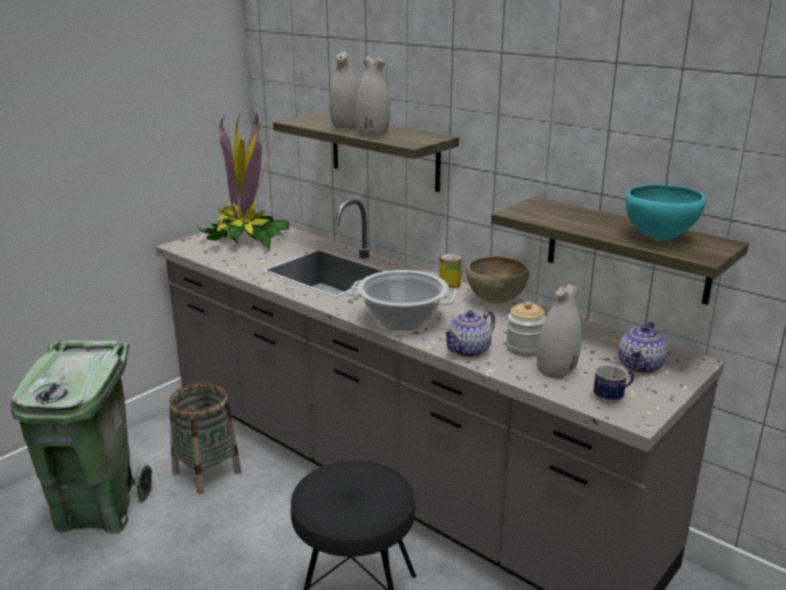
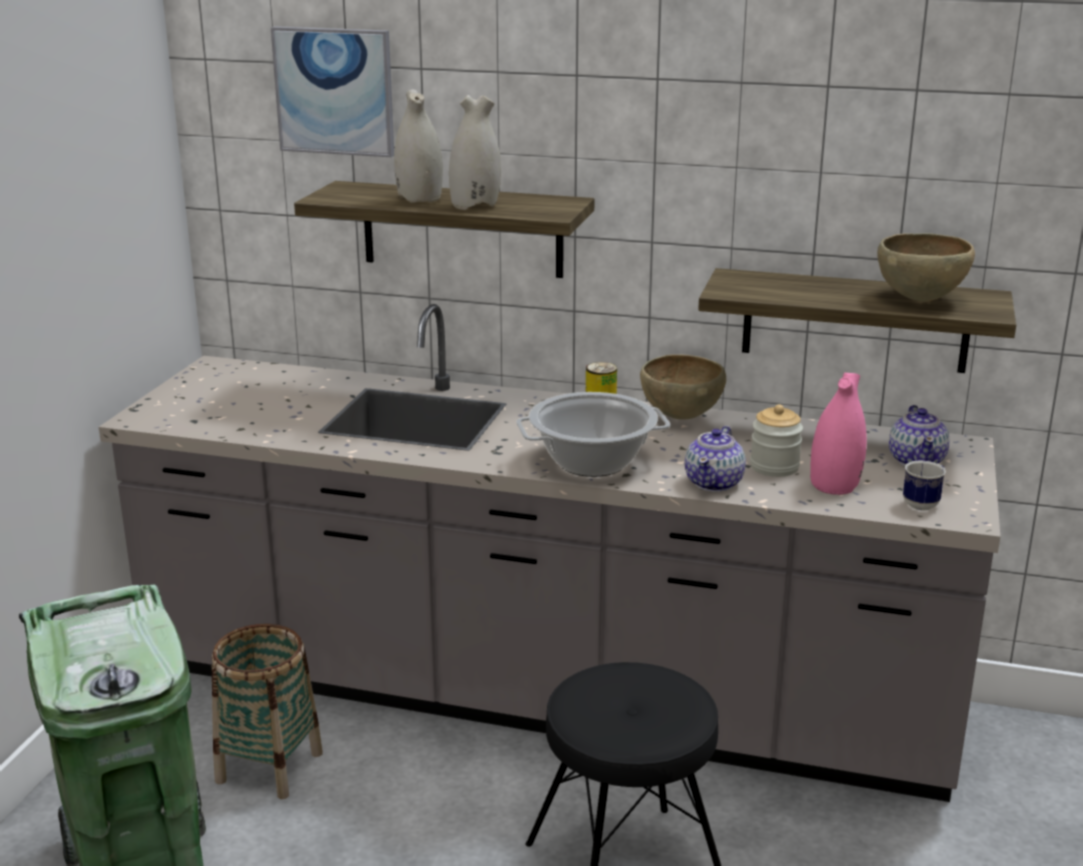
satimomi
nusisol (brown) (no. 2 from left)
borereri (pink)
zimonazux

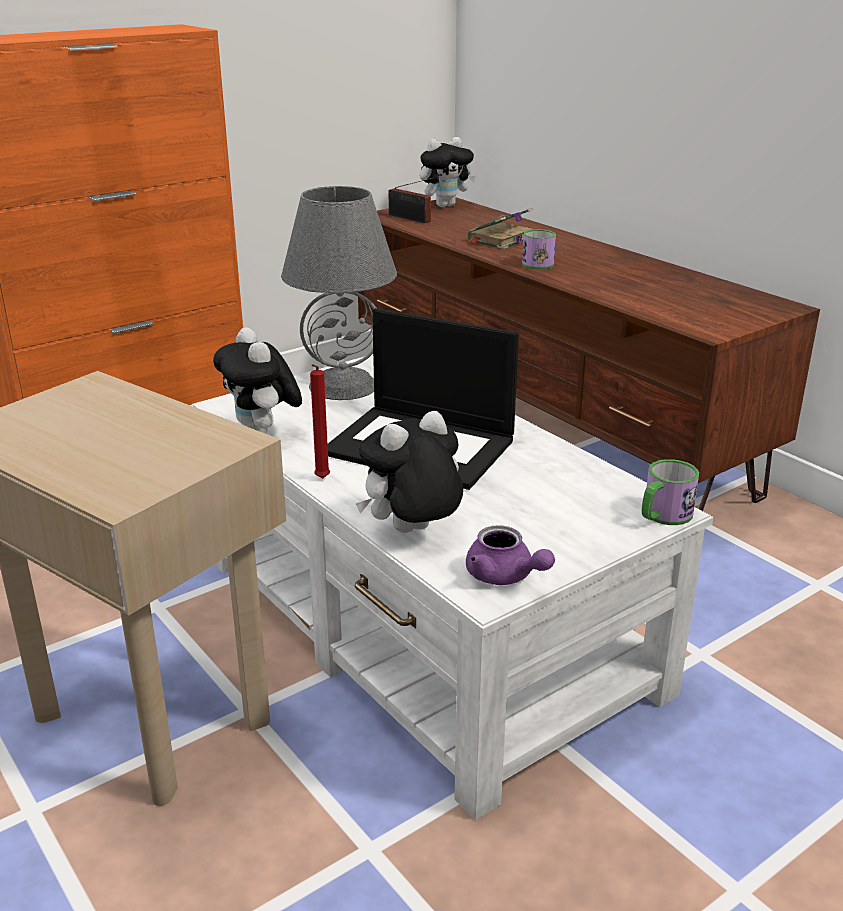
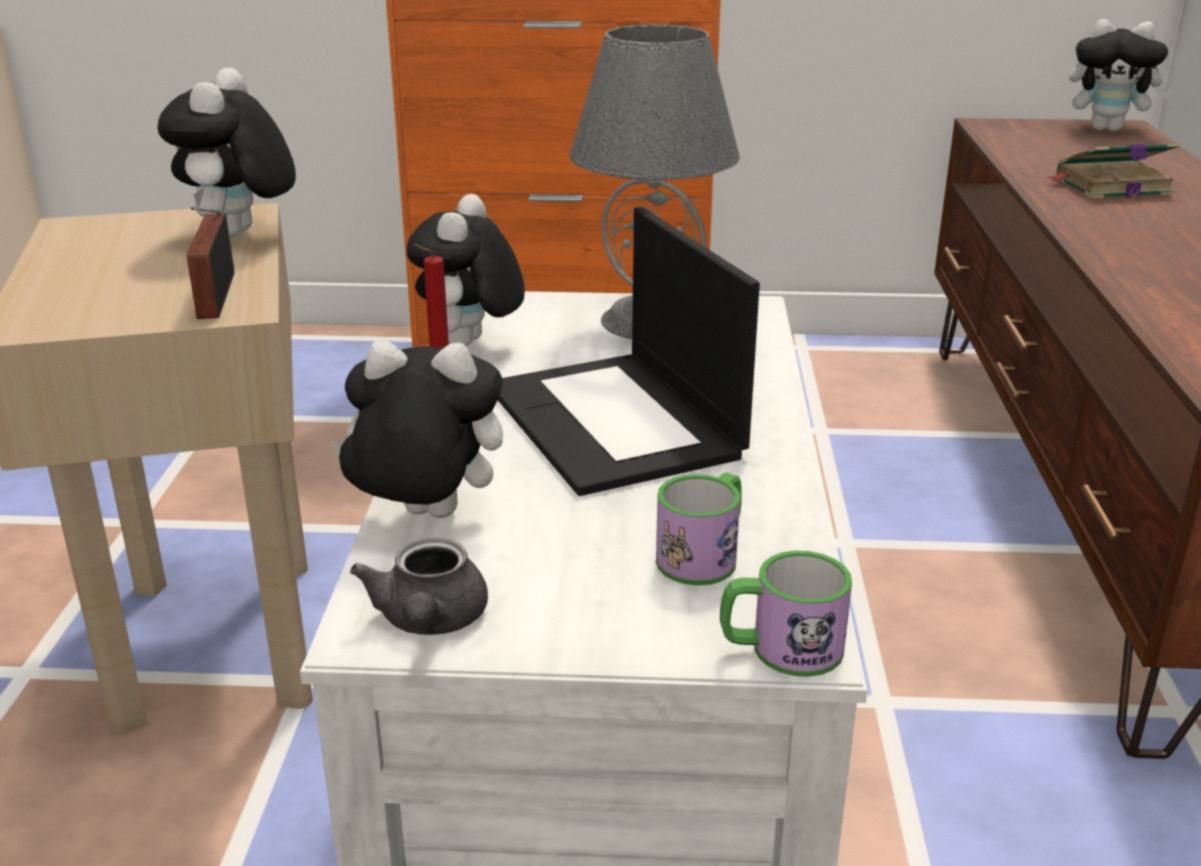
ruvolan
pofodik (no. 1 from left)
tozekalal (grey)
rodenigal (no. 1 from left)

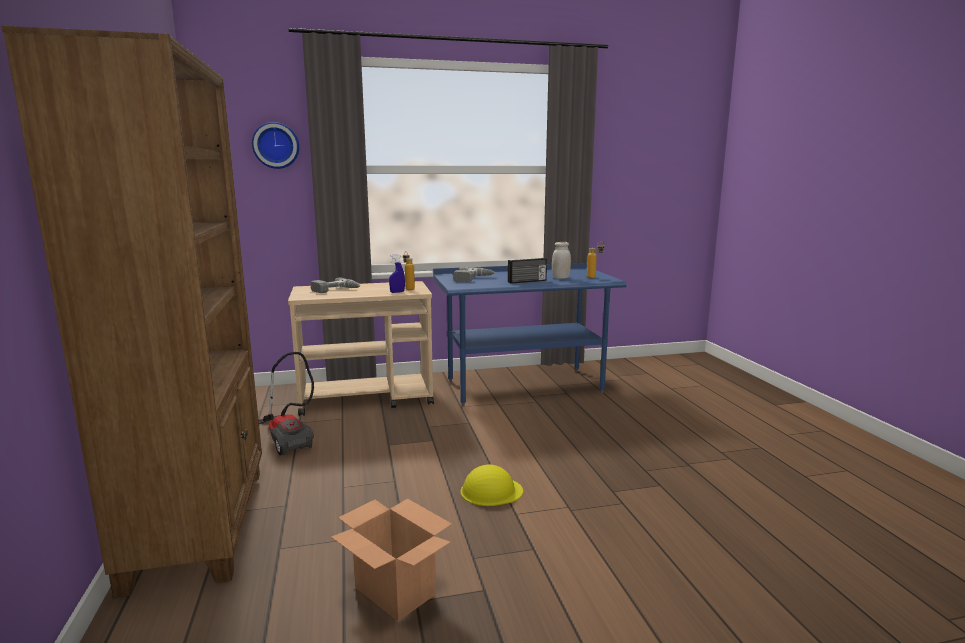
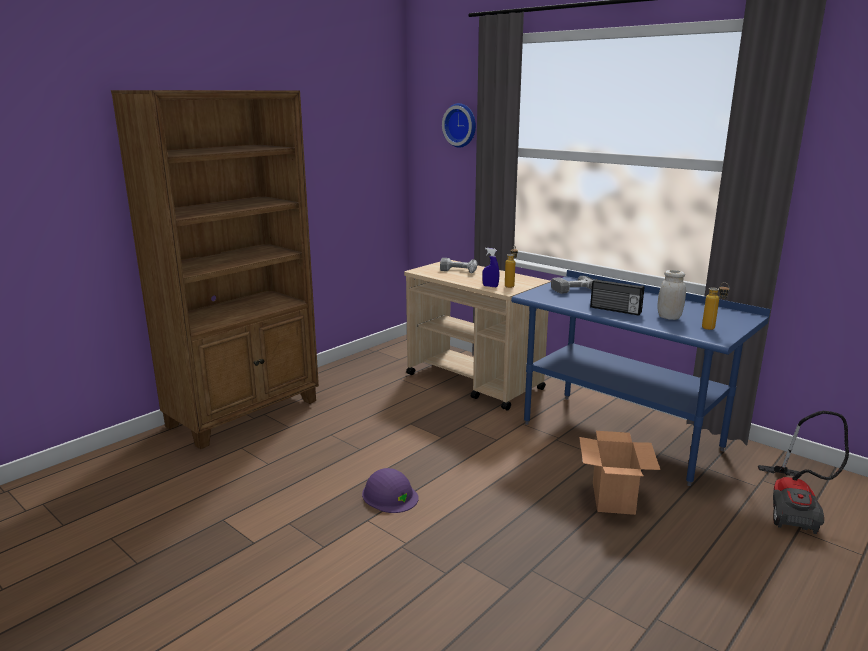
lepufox
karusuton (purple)
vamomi

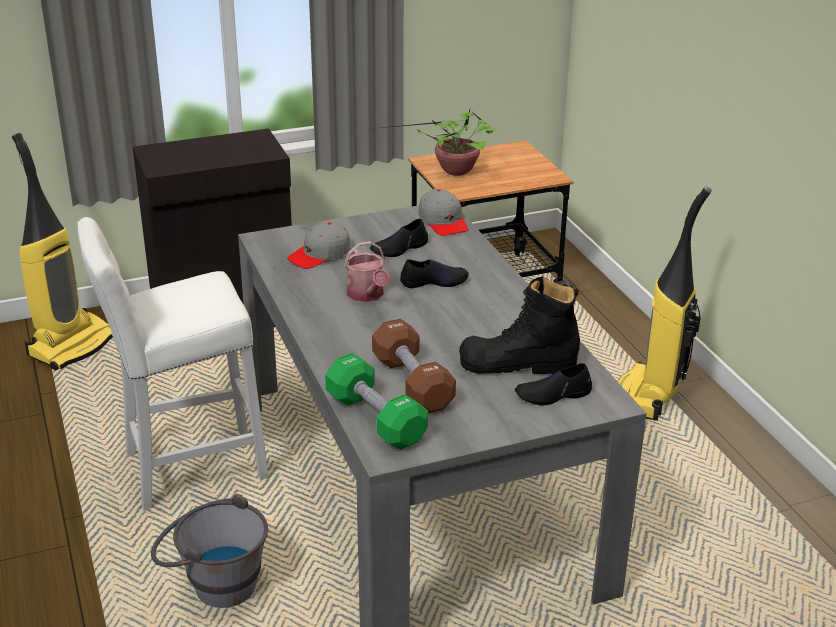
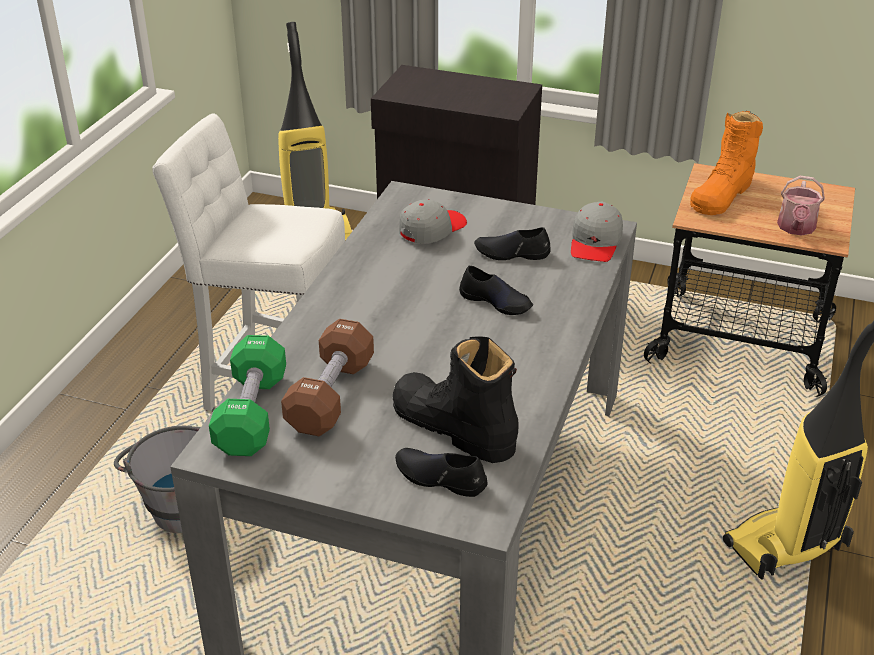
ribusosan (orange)
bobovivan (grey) (no. 1 from left)
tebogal

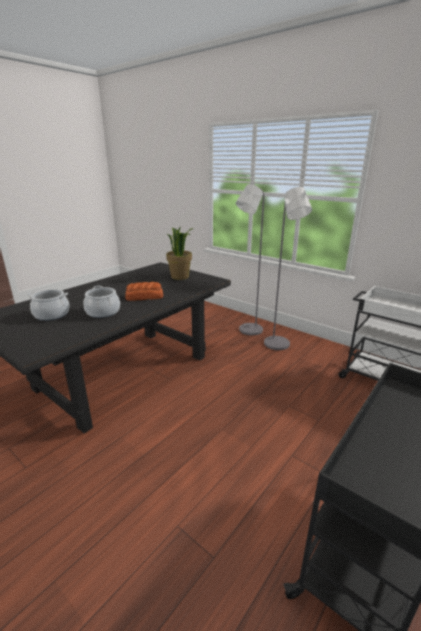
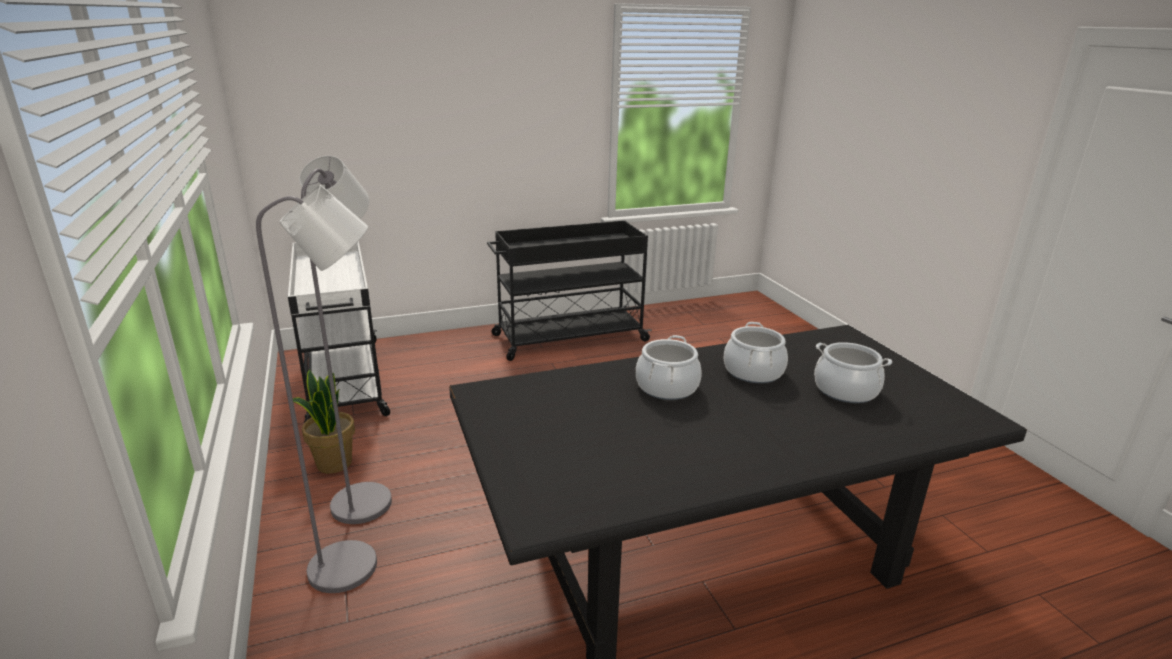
satimomi
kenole (no. 1 from left)

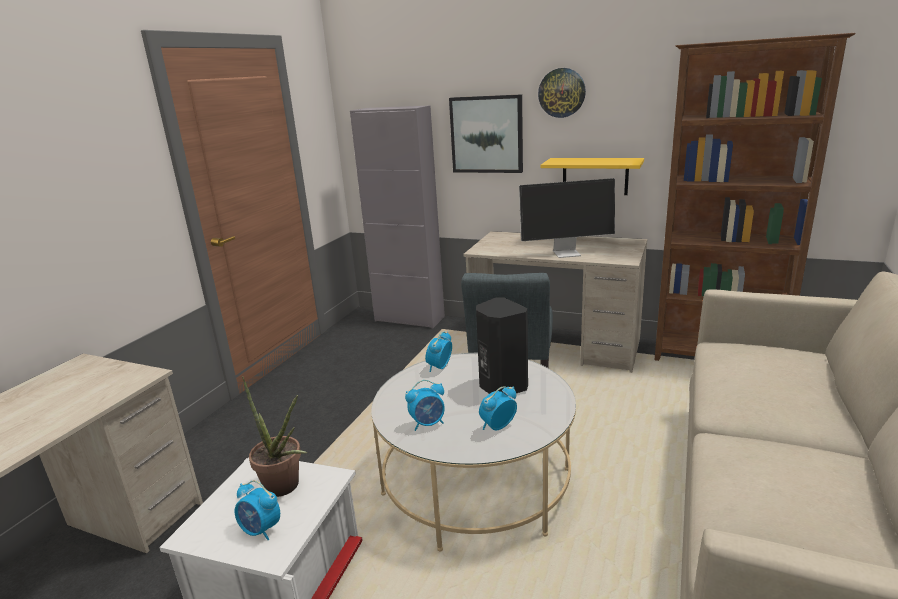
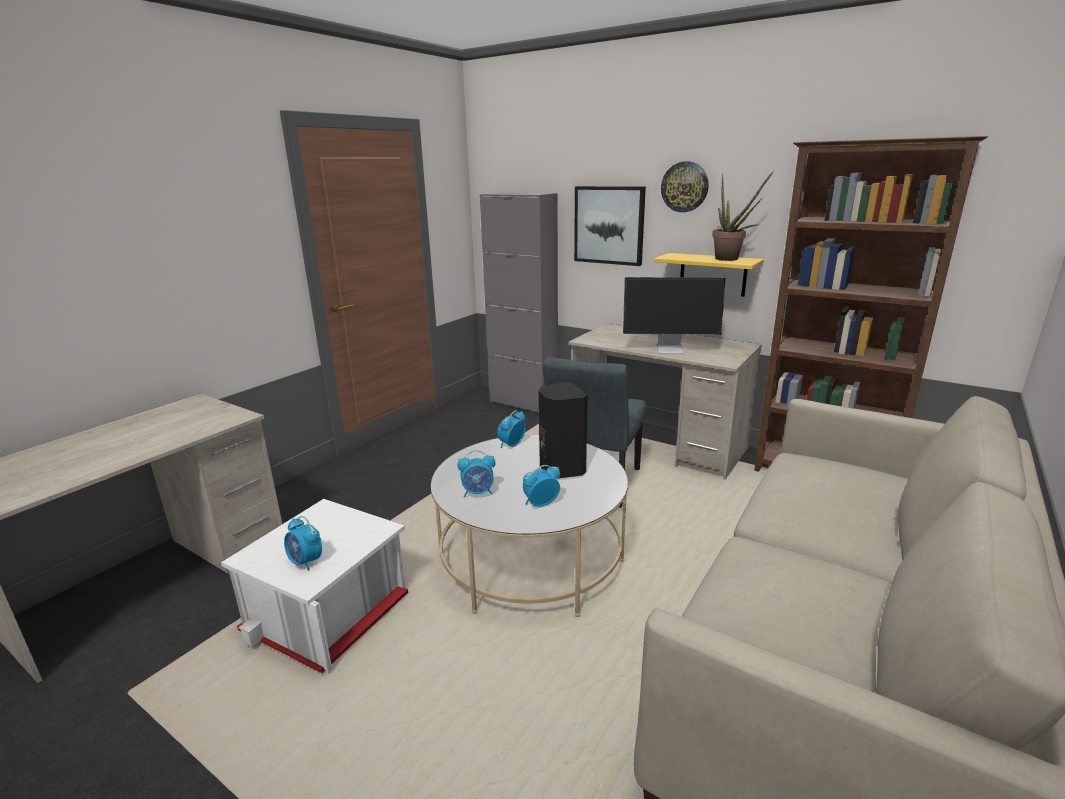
satimomi

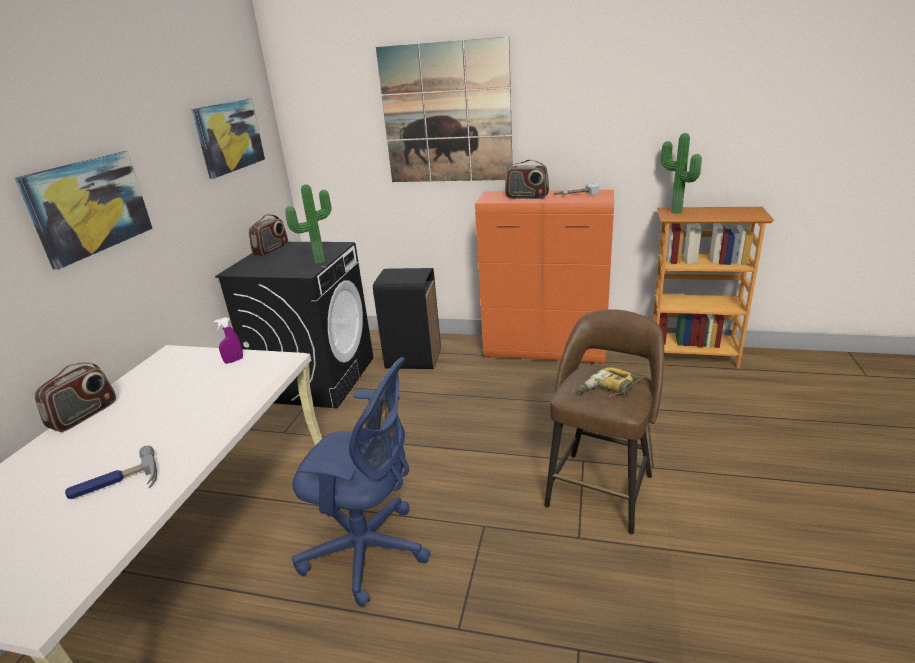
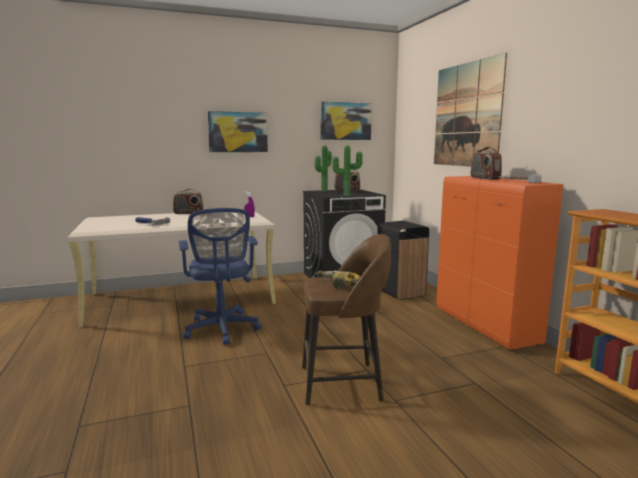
satimomi (no. 1 from left)

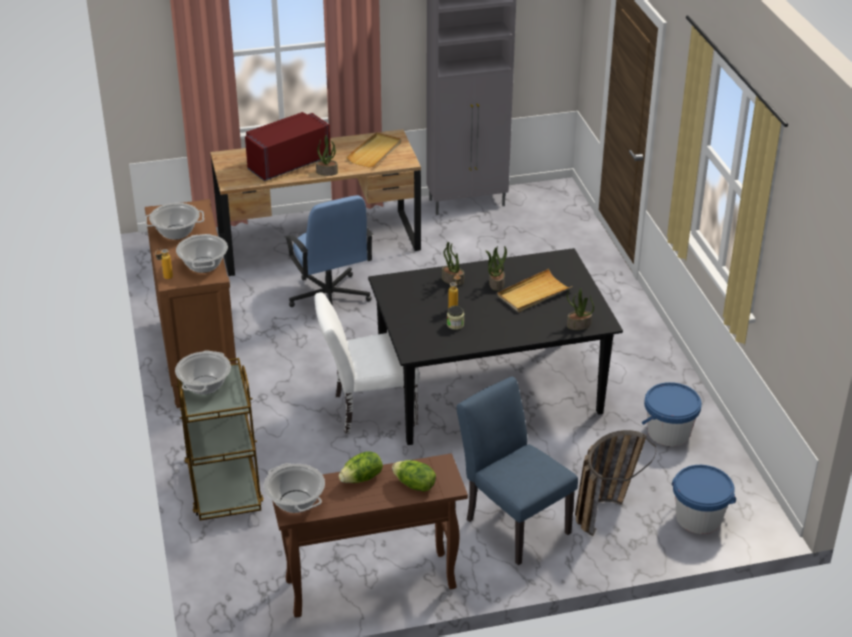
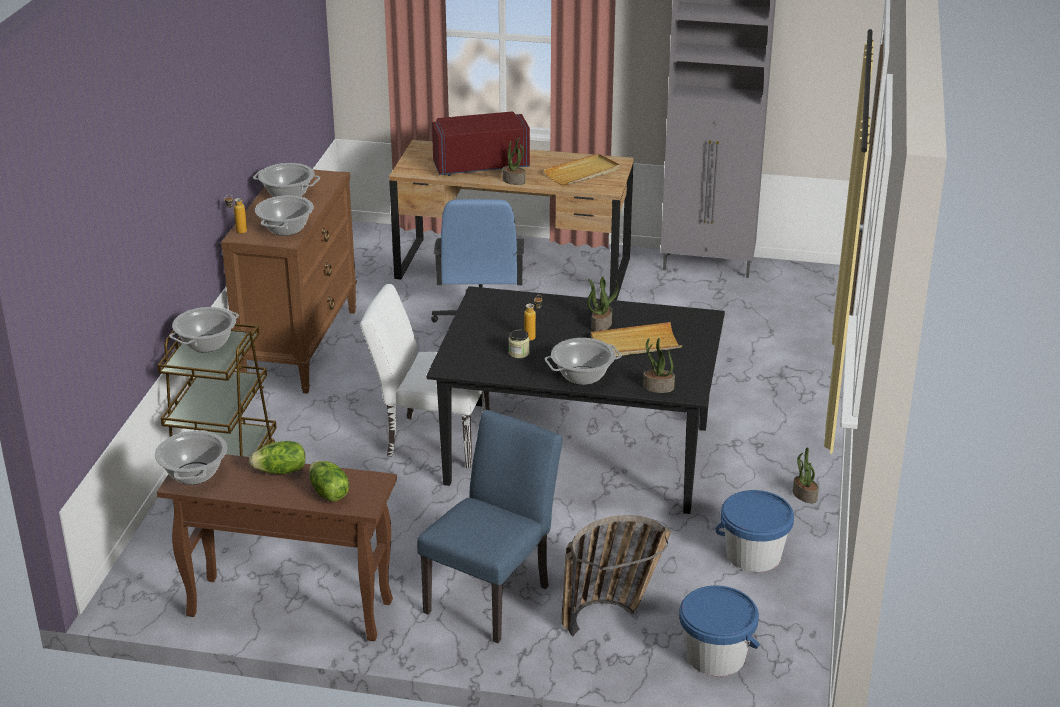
satimomi (no. 4 from left)
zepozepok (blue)
kenole (no. 5 from left)

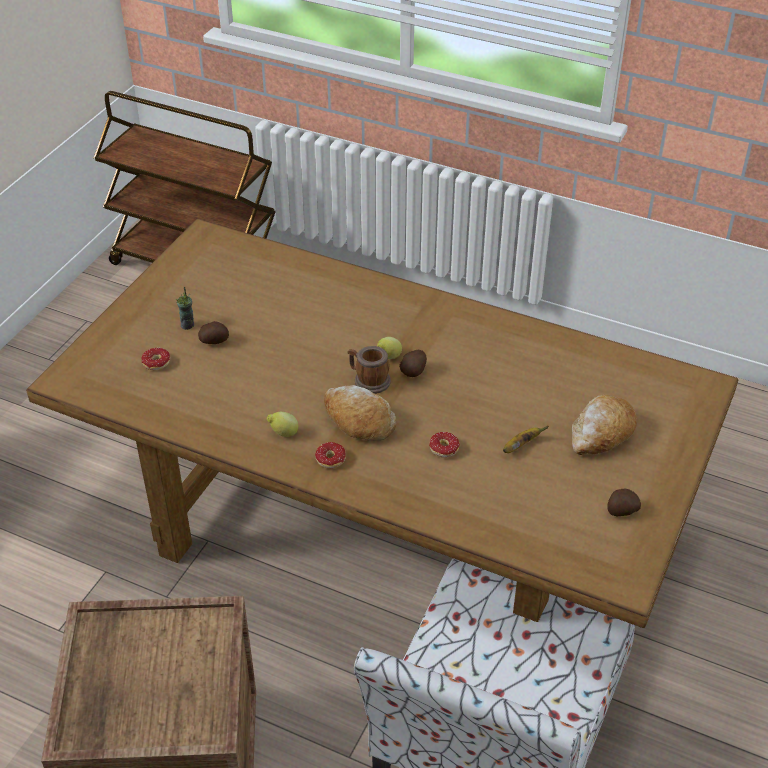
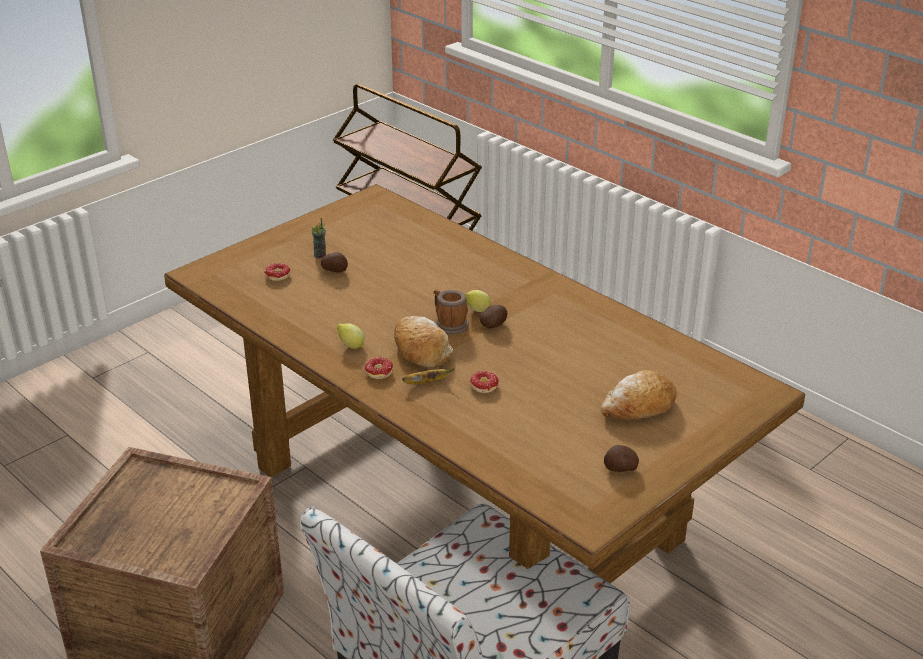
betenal

